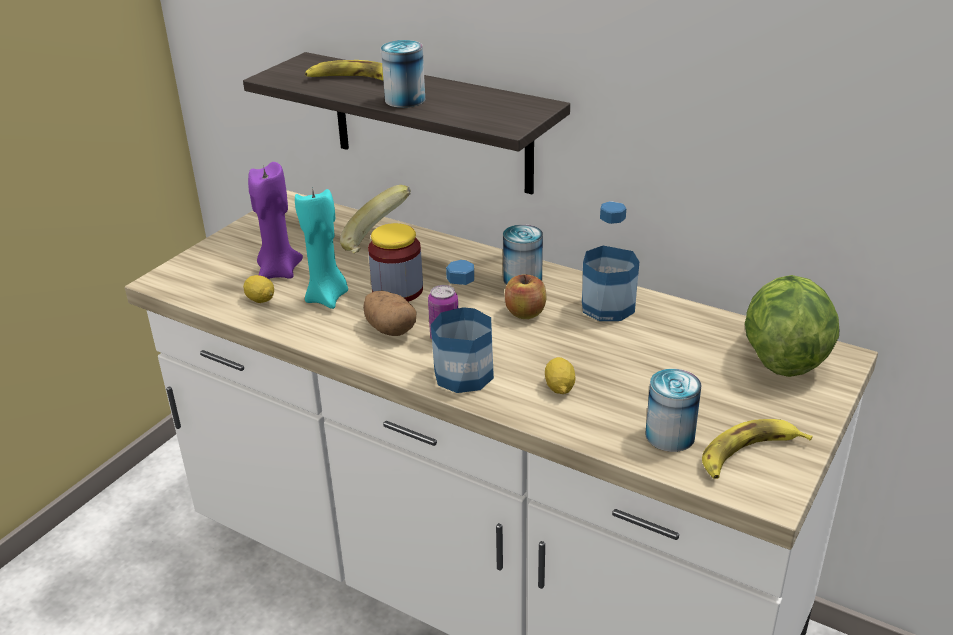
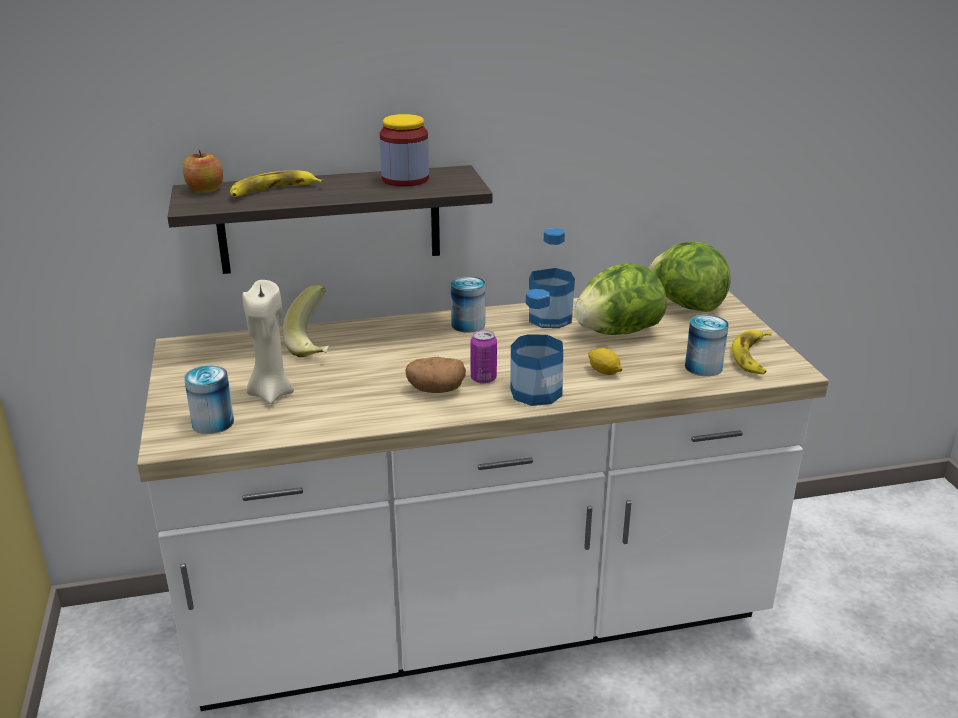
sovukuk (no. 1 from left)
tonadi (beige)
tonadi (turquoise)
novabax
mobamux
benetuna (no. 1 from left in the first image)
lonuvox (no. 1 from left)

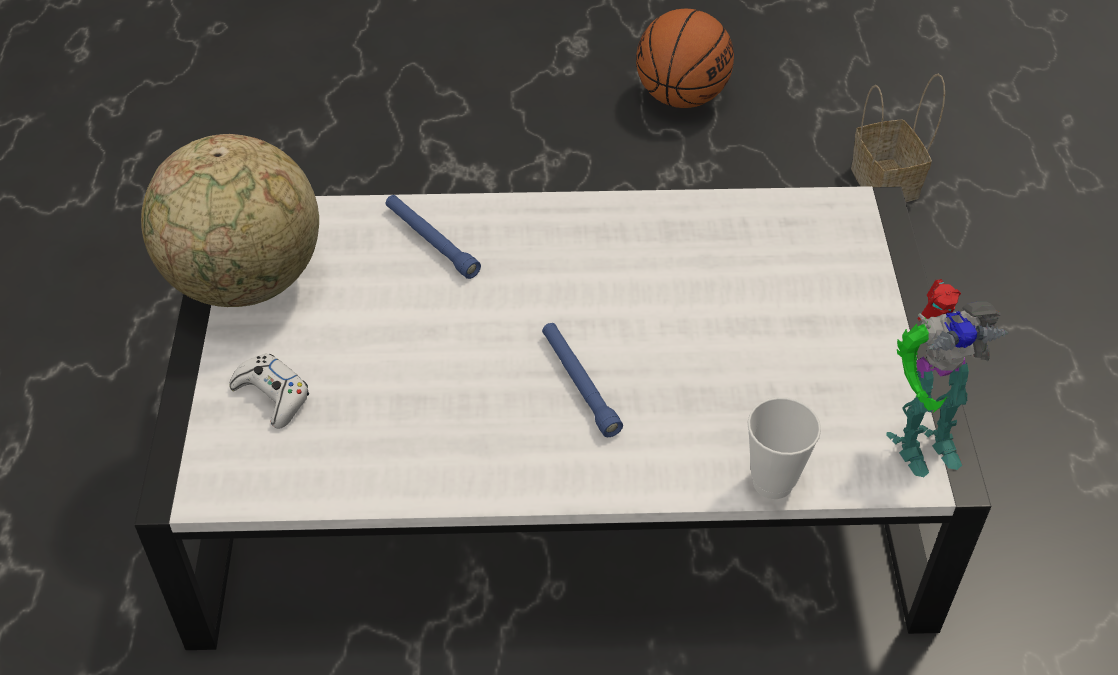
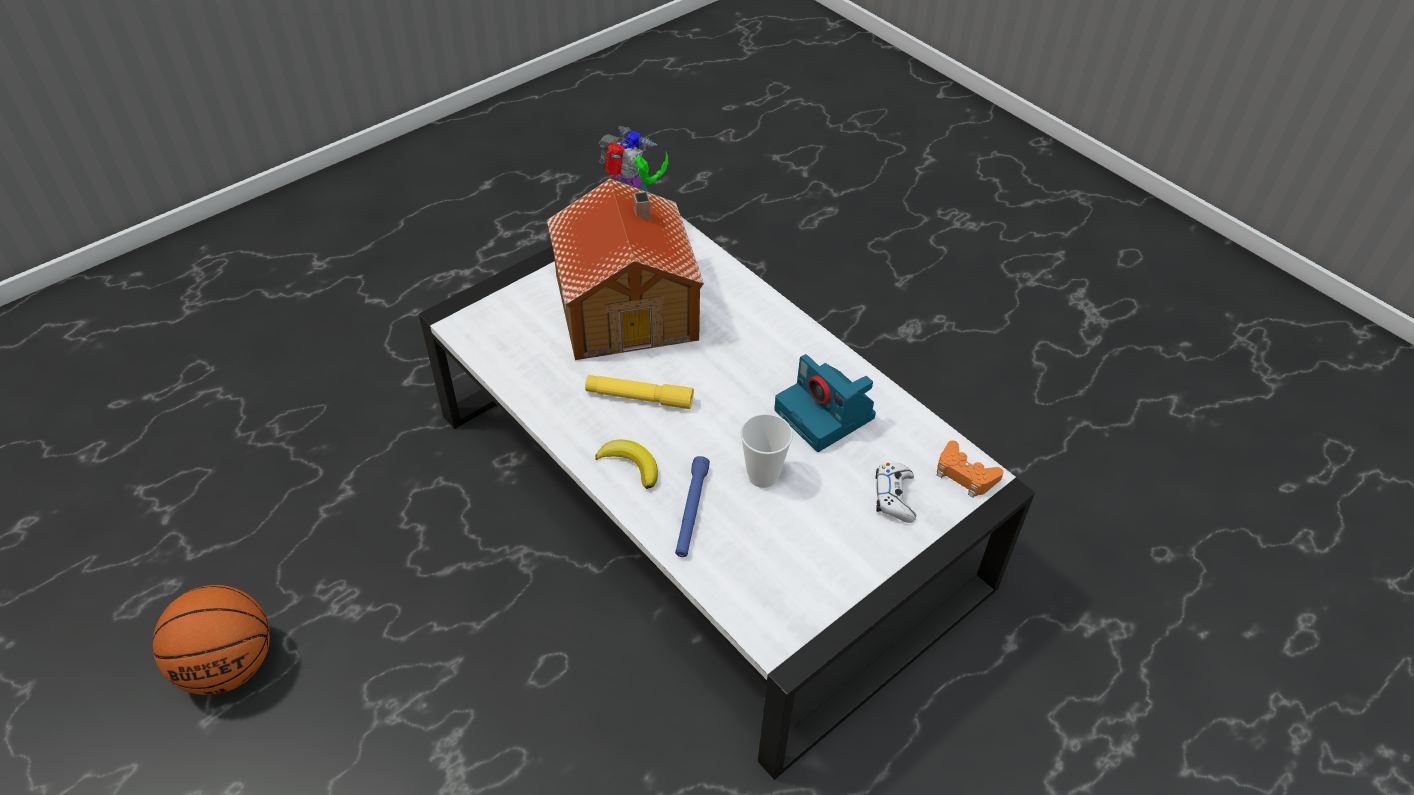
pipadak
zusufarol
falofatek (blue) (no. 2 from left in the first image)
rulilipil
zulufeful
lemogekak
falofatek (yellow)
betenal
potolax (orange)

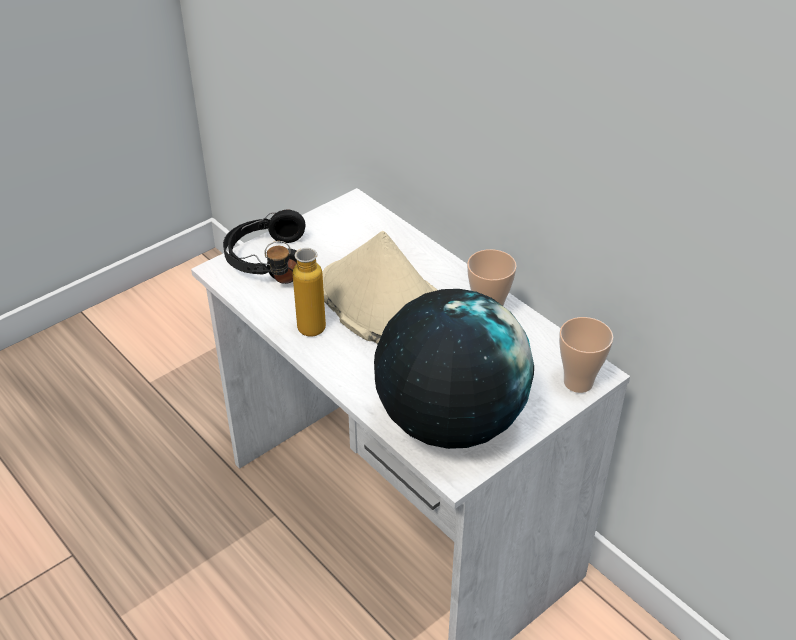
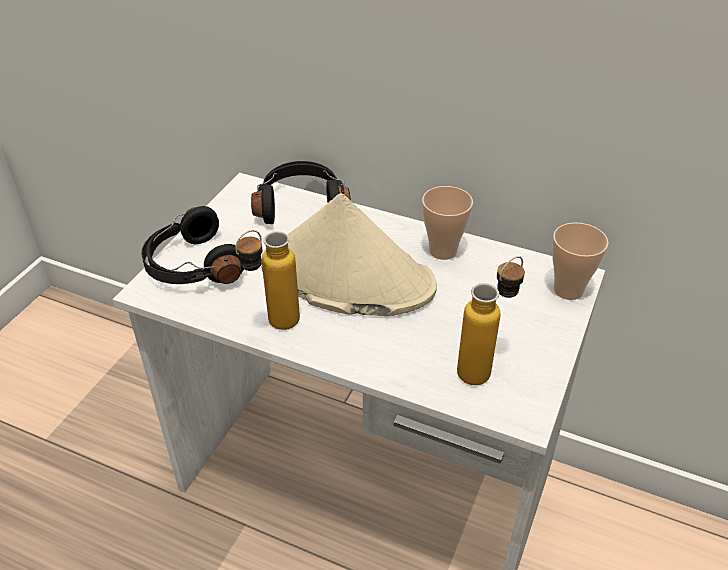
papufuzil (no. 2 from left)
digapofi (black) (no. 2 from left)

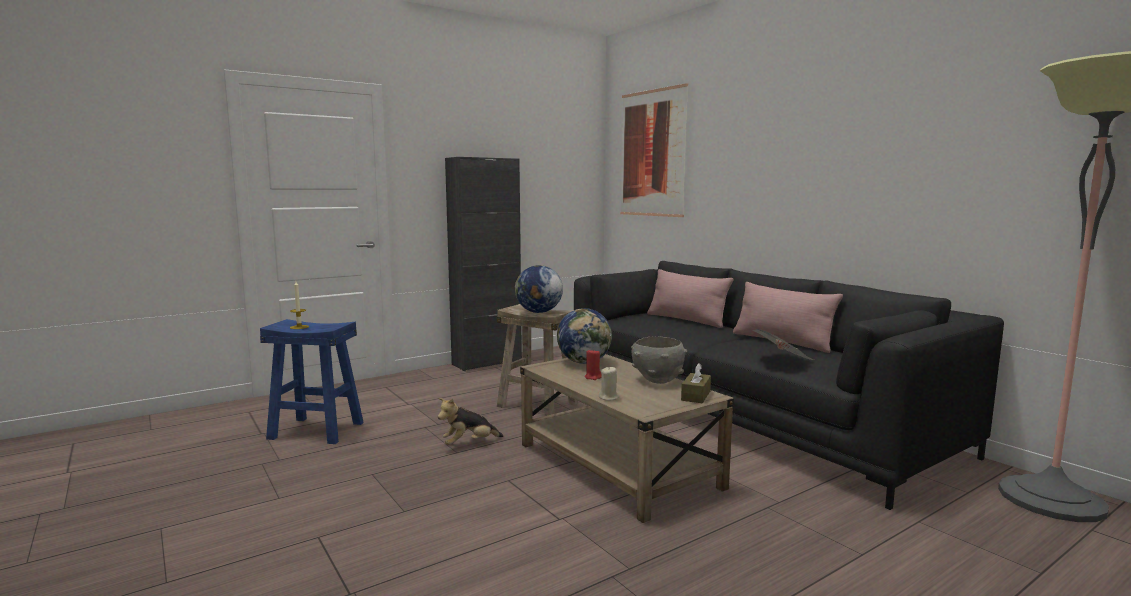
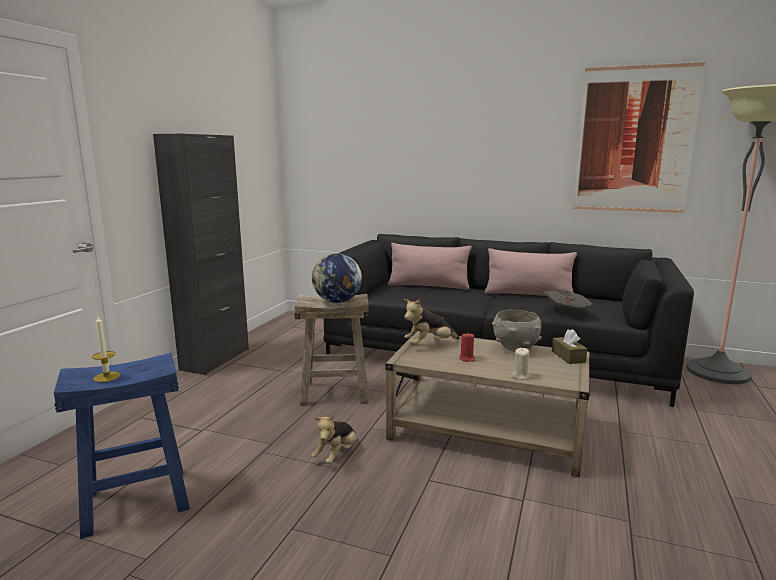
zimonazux
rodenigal (no. 2 from left)

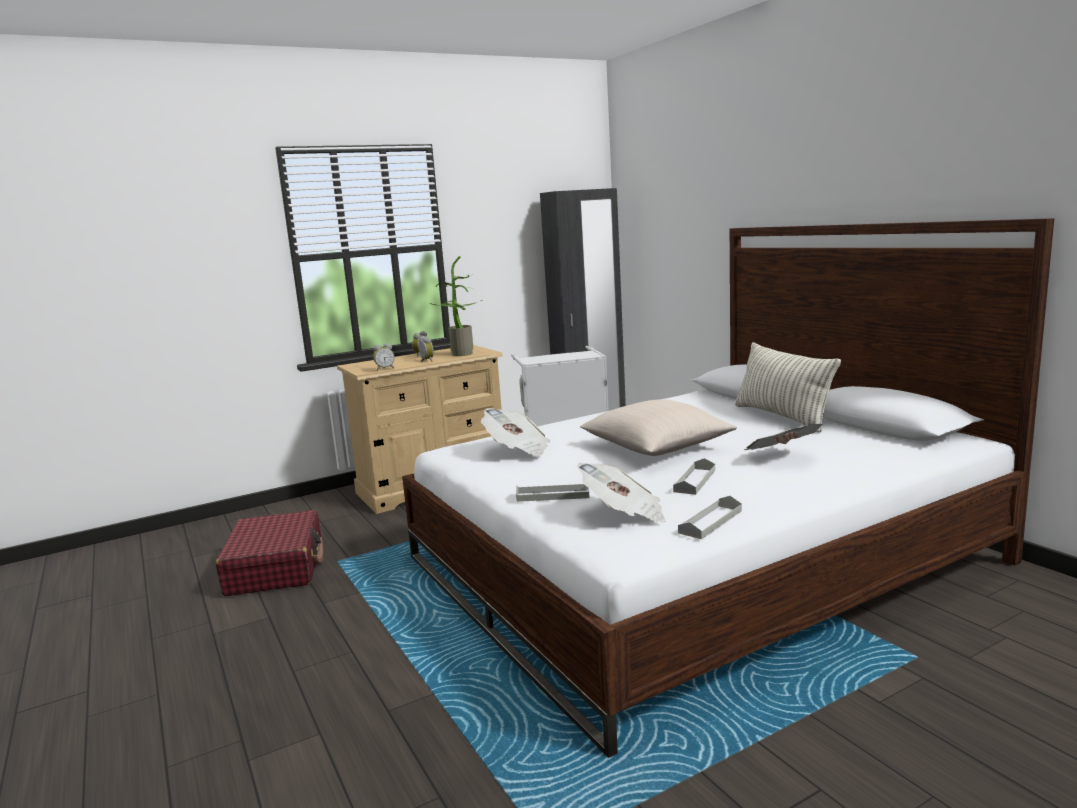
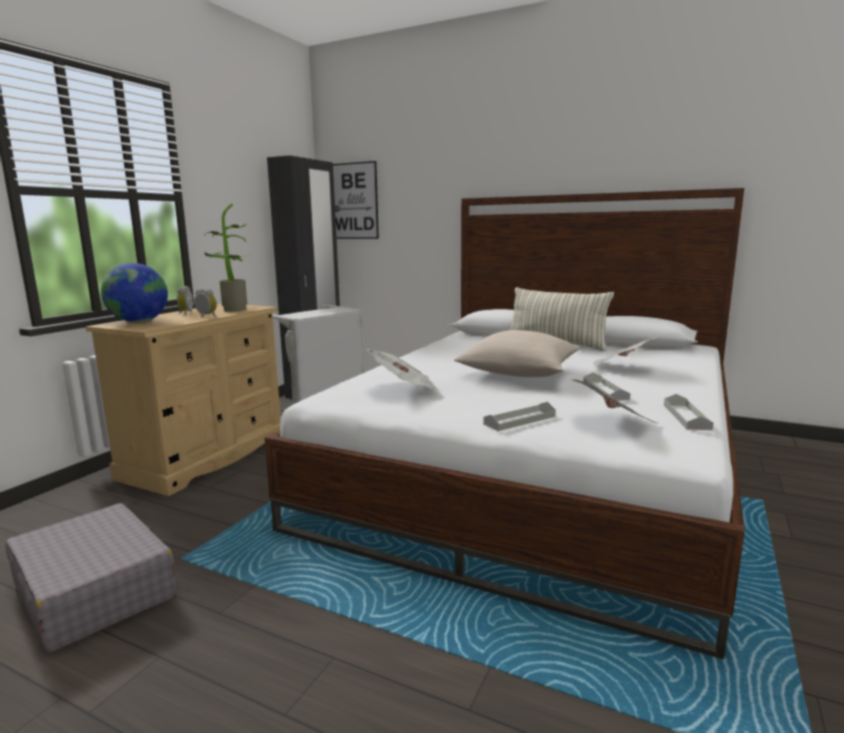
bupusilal (no. 1 from left in the first image)
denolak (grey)
zimonazux
zusufarol

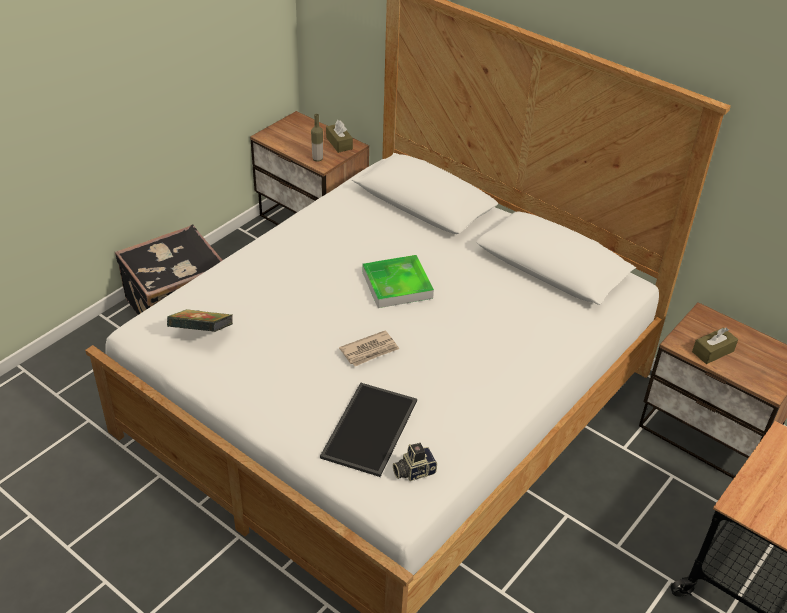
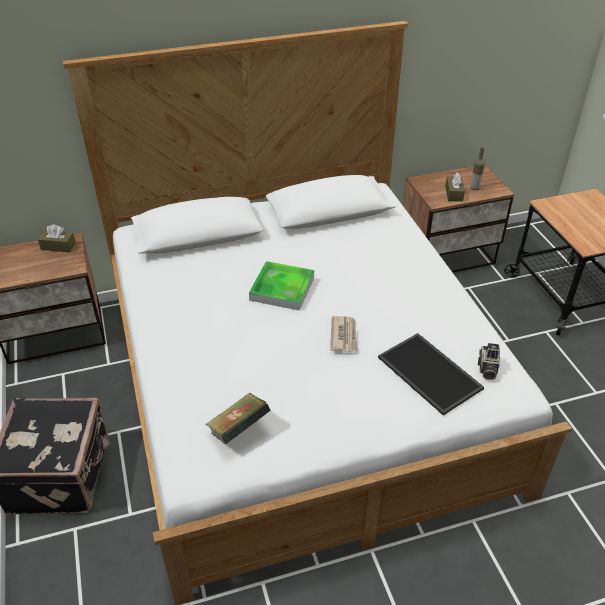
papufuzil

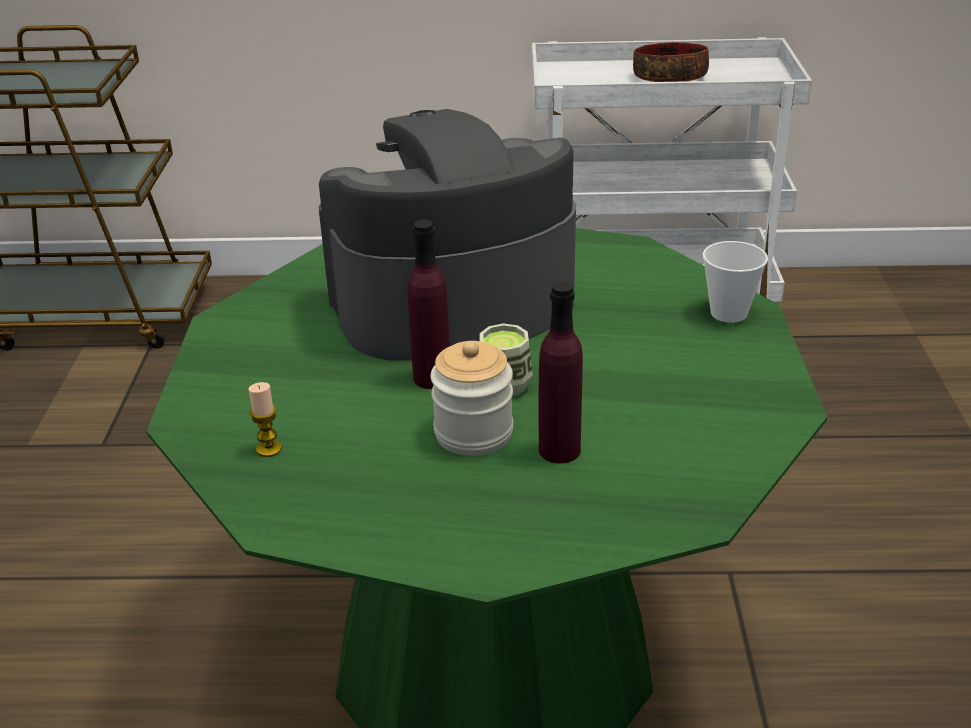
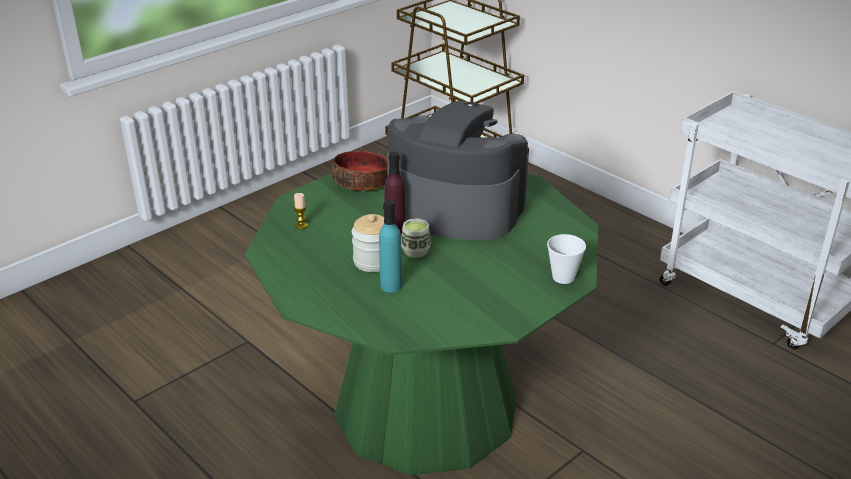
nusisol
papufuzil (turquoise)

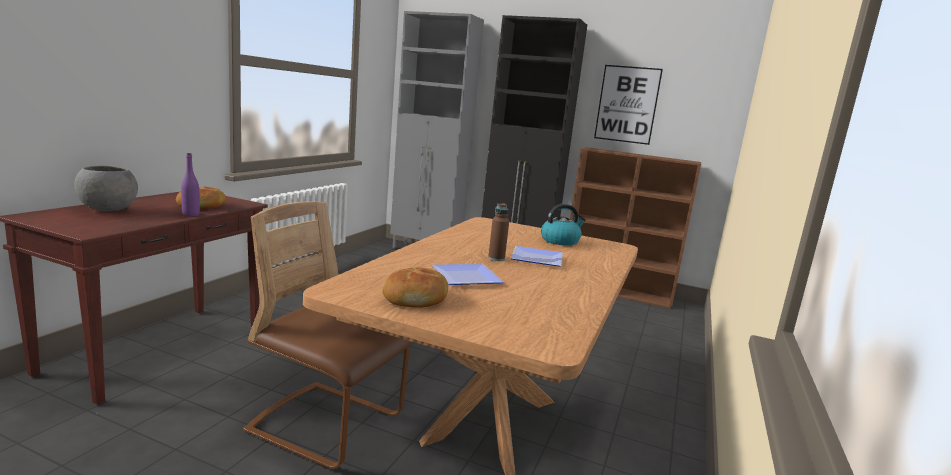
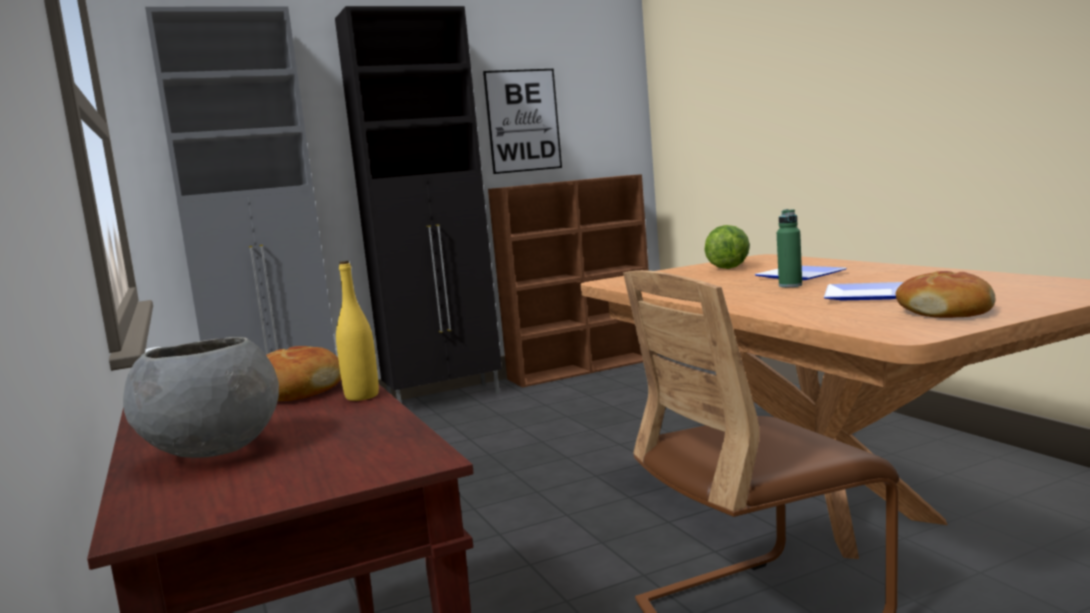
papufuzil (yellow)
papufuzil (green)
lonuvox

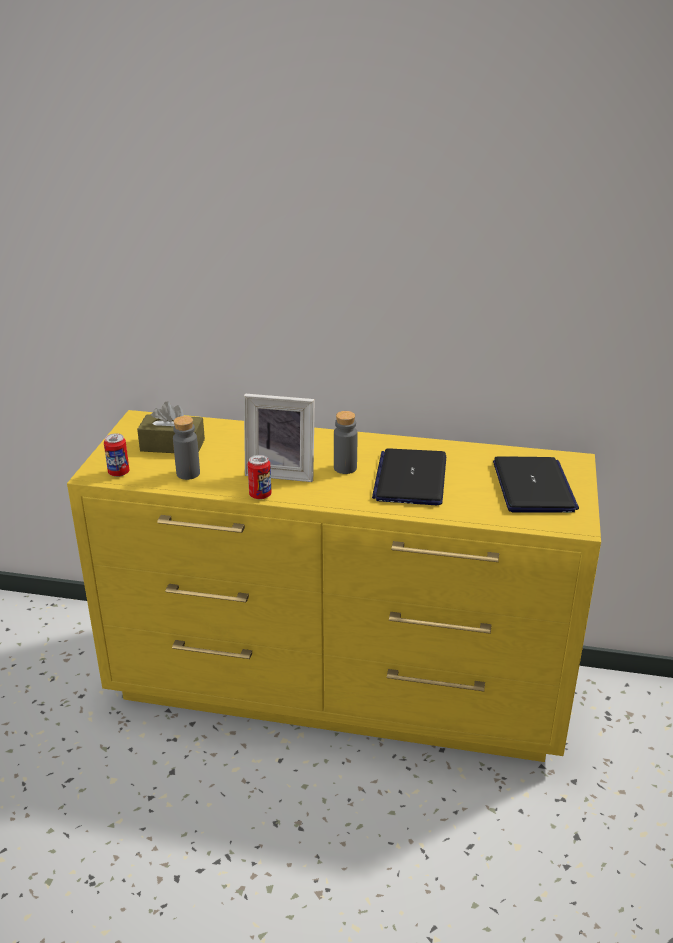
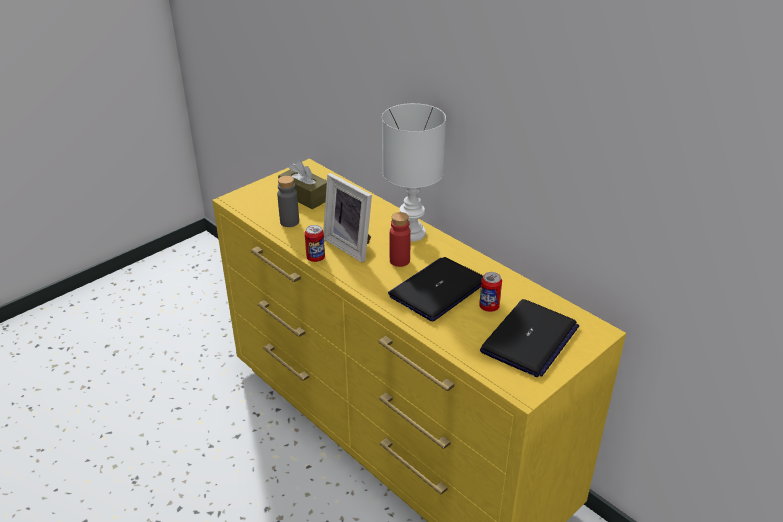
papufuzil (red)
sovukuk (no. 2 from left)
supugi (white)

